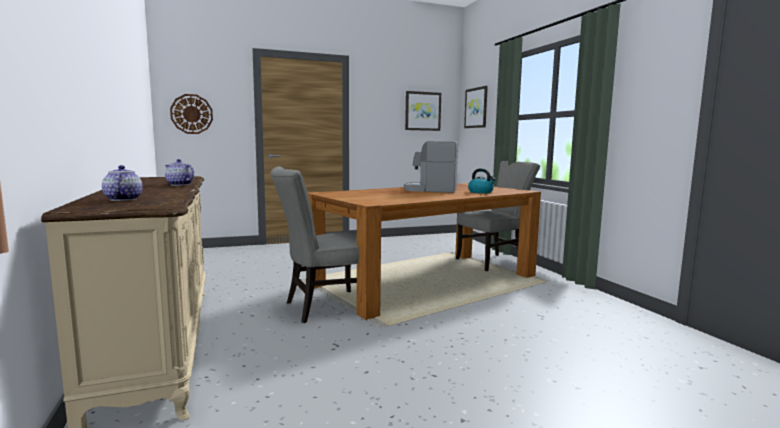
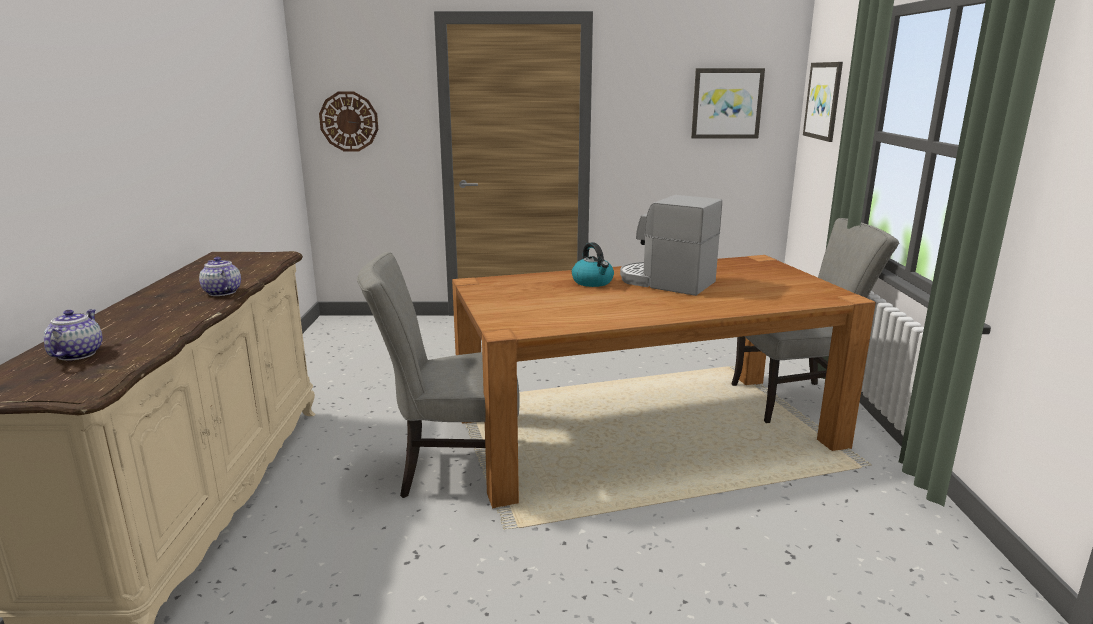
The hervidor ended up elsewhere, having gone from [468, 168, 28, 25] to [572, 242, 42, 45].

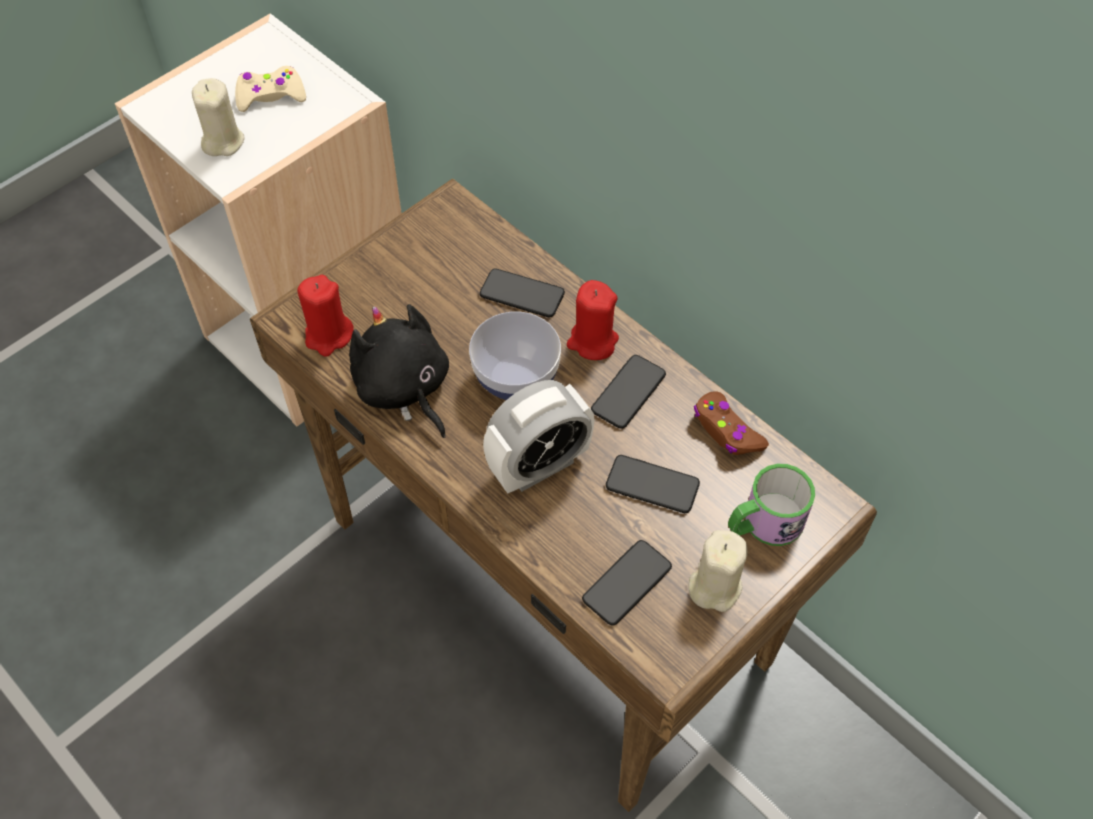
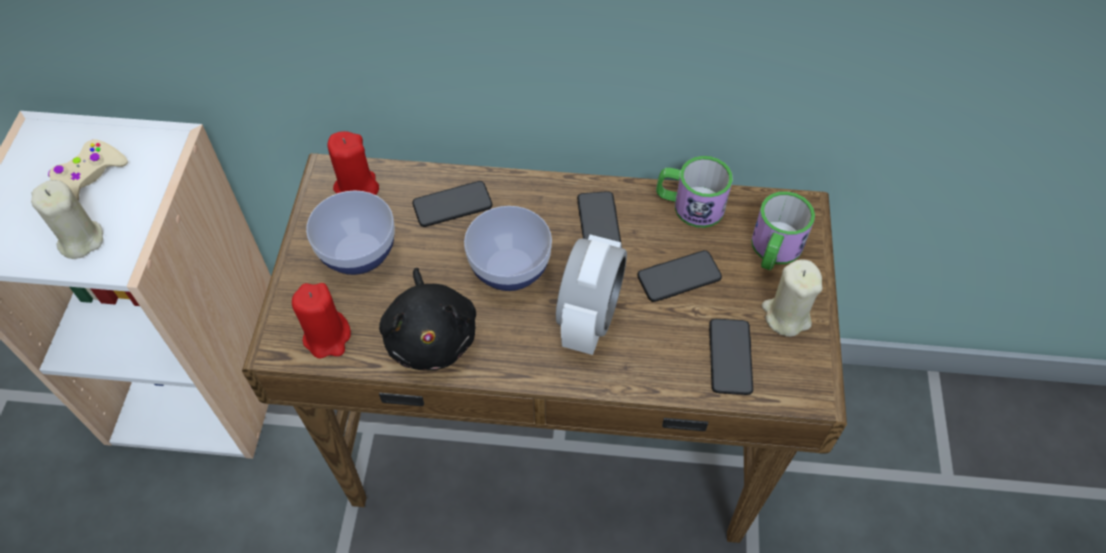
The vela [rojo] ended up elsewhere, having gone from [567, 280, 52, 80] to [328, 131, 51, 64].
The peluche [negro] at [349, 304, 100, 134] ended up facing another way, 120 degrees counterclockwise from before.
Where the mando de consola [marrón] stood at [694, 392, 75, 63], the taza grande came to stand at [656, 156, 77, 72].
The second view gained the cuenco at [306, 191, 89, 84].

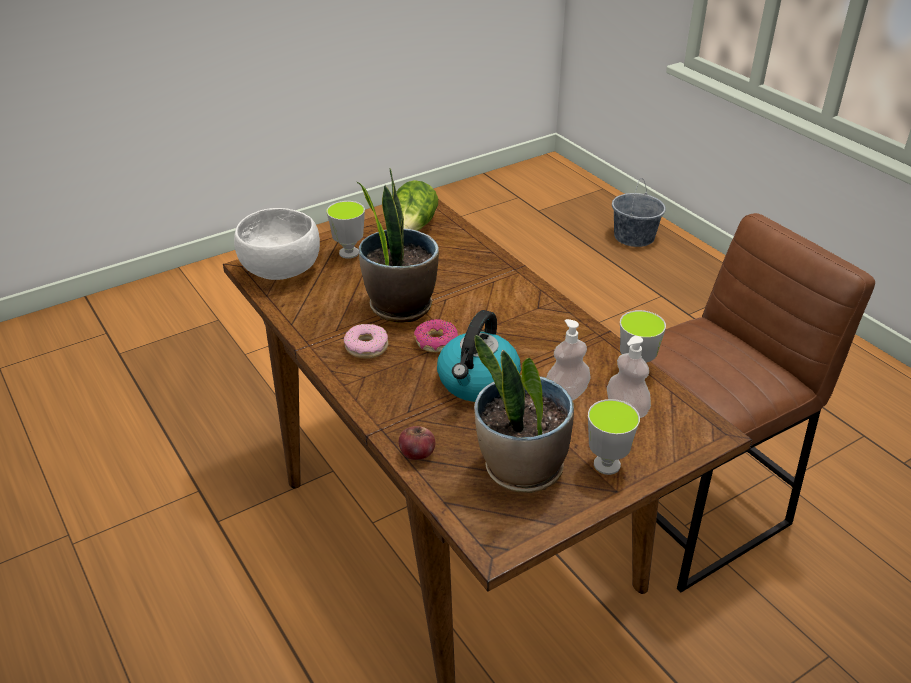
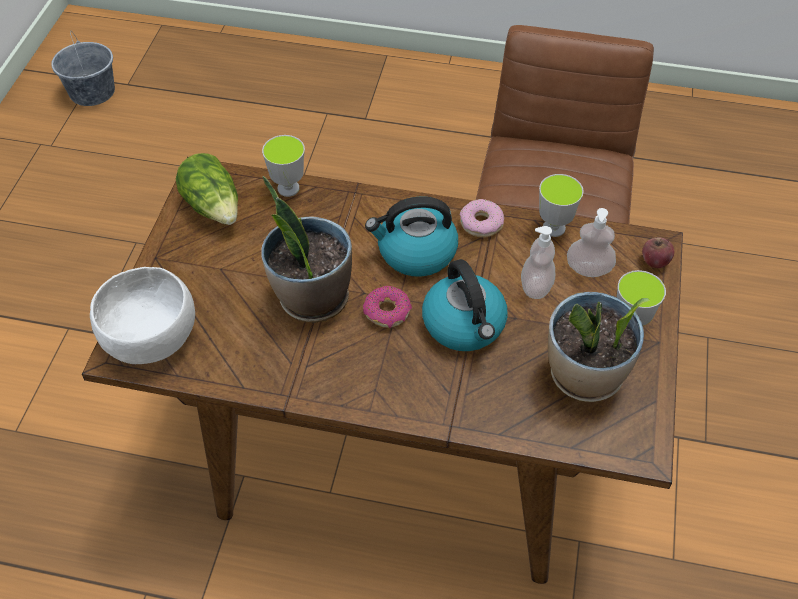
The cubo [gris] ended up elsewhere, having gone from [612, 178, 54, 69] to [51, 31, 64, 75].
The taza ended up elsewhere, having gone from [326, 201, 39, 58] to [262, 135, 43, 62].
The rosquilla ended up elsewhere, having gone from [344, 324, 44, 34] to [460, 199, 44, 38].
The manzana ended up elsewhere, having gone from [399, 426, 36, 34] to [642, 237, 32, 31].
The second view gained the hervidor at [365, 197, 93, 80].

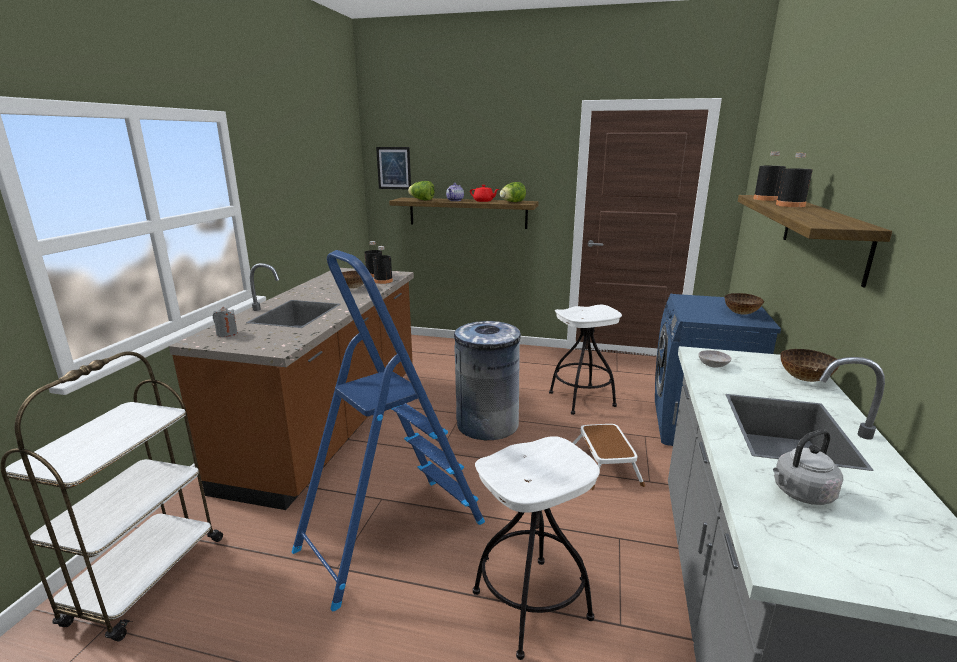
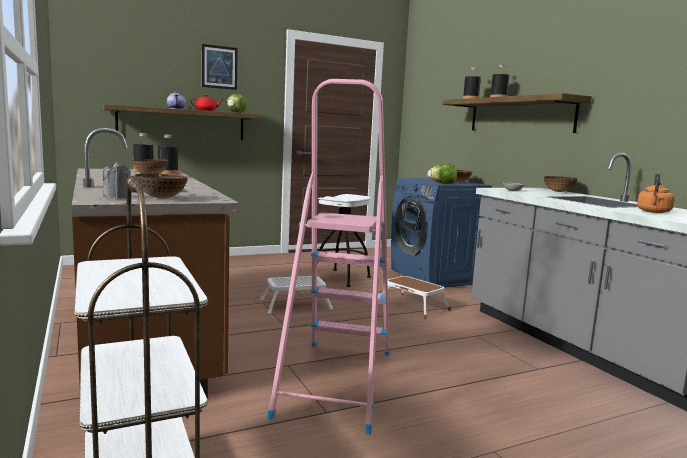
The cuadro ended up elsewhere, having gone from [376, 147, 35, 43] to [202, 44, 36, 46].
The lechuga ended up elsewhere, having gone from [408, 181, 27, 19] to [427, 163, 30, 21].
What was the escalera de tijera [azul] at [292, 250, 193, 361] turned into the escalera de tijera [rosa] at [267, 79, 122, 355].
Where the papelera [gris] stood at [454, 321, 67, 119], the escalera de tijera [blanco] came to stand at [260, 276, 73, 38].
What was the hervidor [gris] at [773, 429, 70, 76] turned into the hervidor [naranja] at [637, 173, 38, 40].
The second view lost the taburete [blanco] at [473, 436, 127, 224].
The second view gained the cuenco at [135, 174, 53, 25].

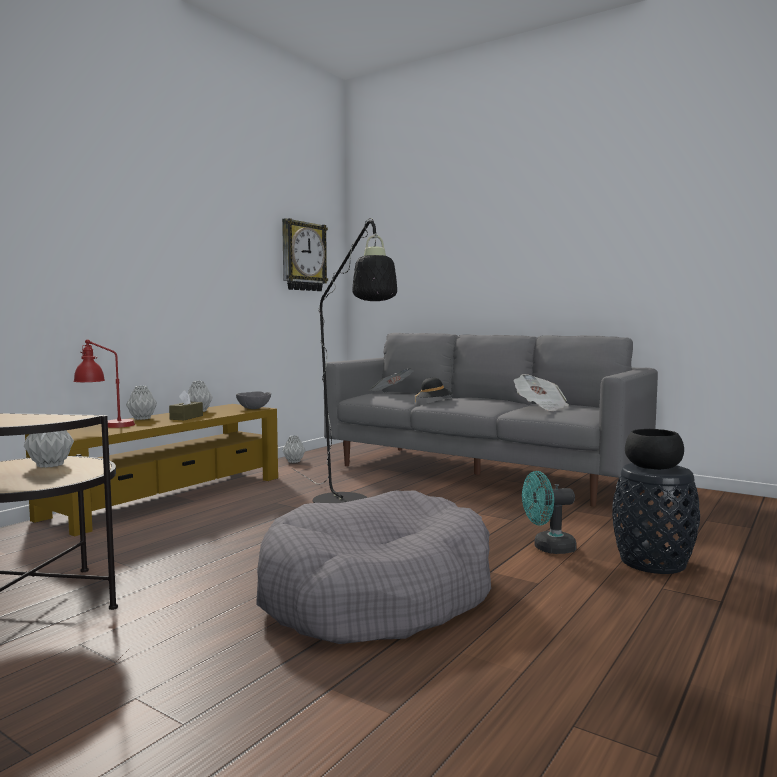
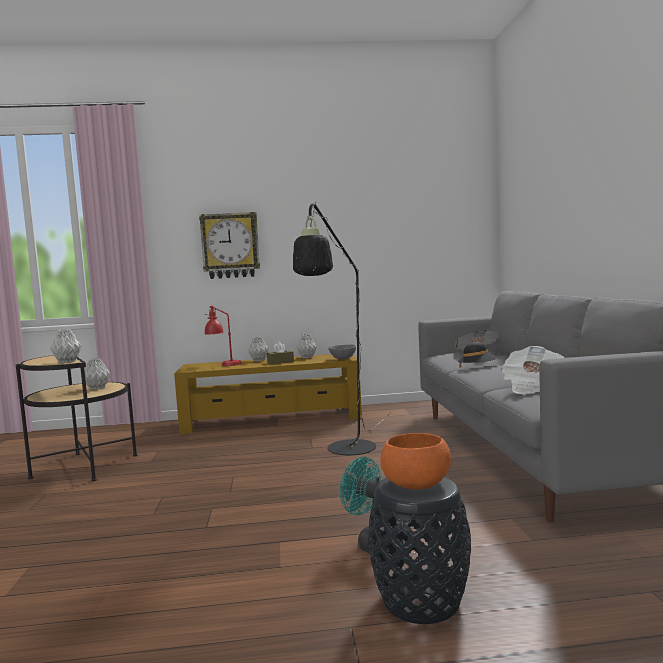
The reloj de pared ended up elsewhere, having gone from [282, 218, 46, 73] to [199, 212, 61, 67].
What was the cuenco [negro] at [625, 429, 59, 40] turned into the cuenco [naranja] at [380, 433, 71, 56].
The florero [gris] ended up elsewhere, having gone from [283, 436, 23, 27] to [50, 329, 32, 34].
The second view lost the cama para perro [gris] at [256, 491, 235, 153].

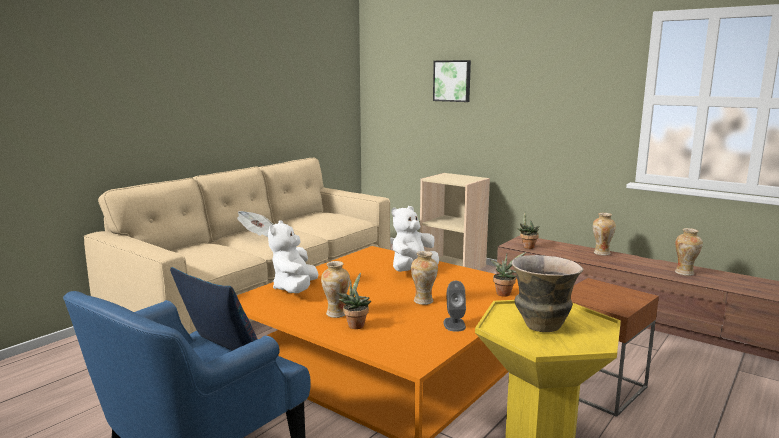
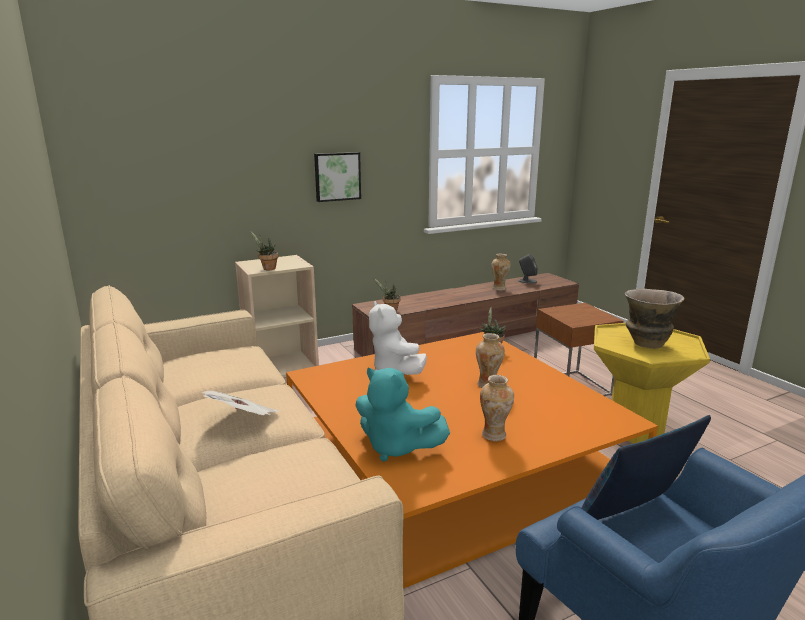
The cuadro ended up elsewhere, having gone from [433, 60, 38, 42] to [314, 152, 47, 50].
The second view lost the florero at [593, 213, 23, 43].
What was the peluche [blanco] at [268, 220, 51, 73] turned into the peluche [turquesa] at [355, 368, 95, 94].
The planta en maceta ended up elsewhere, having gone from [337, 273, 34, 56] to [250, 231, 28, 39].
The altavoz [gris] ended up elsewhere, having gone from [443, 281, 23, 51] to [518, 254, 20, 30].

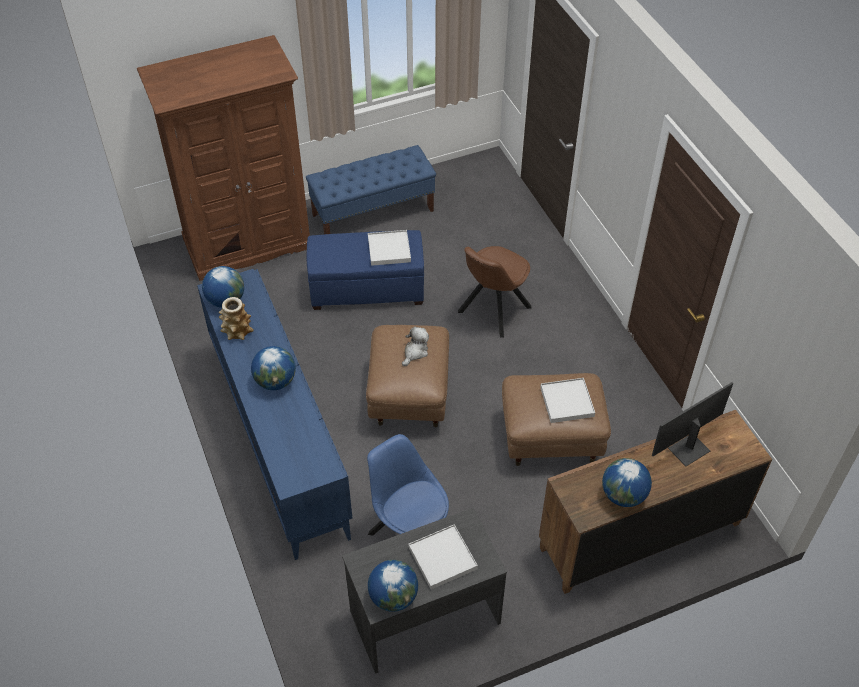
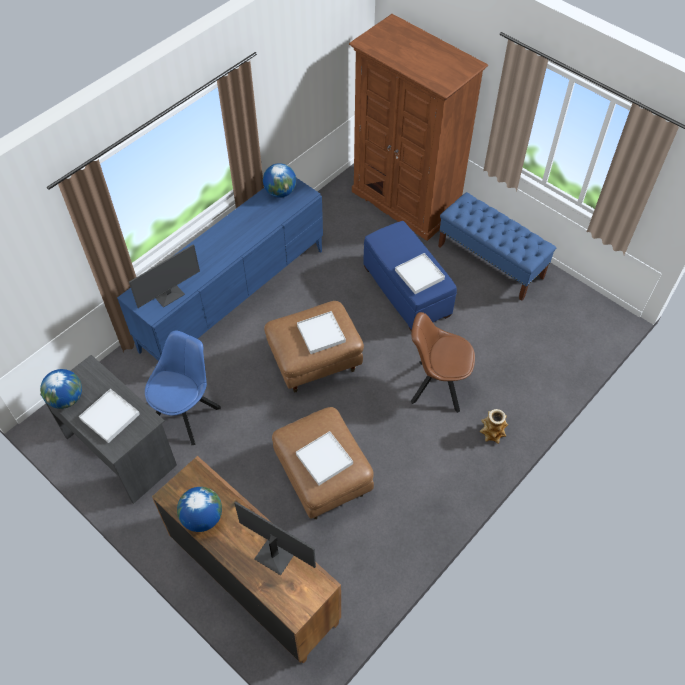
The florero ended up elsewhere, having gone from [219, 297, 35, 43] to [480, 409, 28, 35].
Where the peluche stood at [402, 326, 27, 40], the bandeja [blanco] came to stand at [297, 311, 49, 43].
The second view lost the globo terráqueo at [251, 346, 45, 44].
The second view gained the monitor at [129, 244, 71, 64].

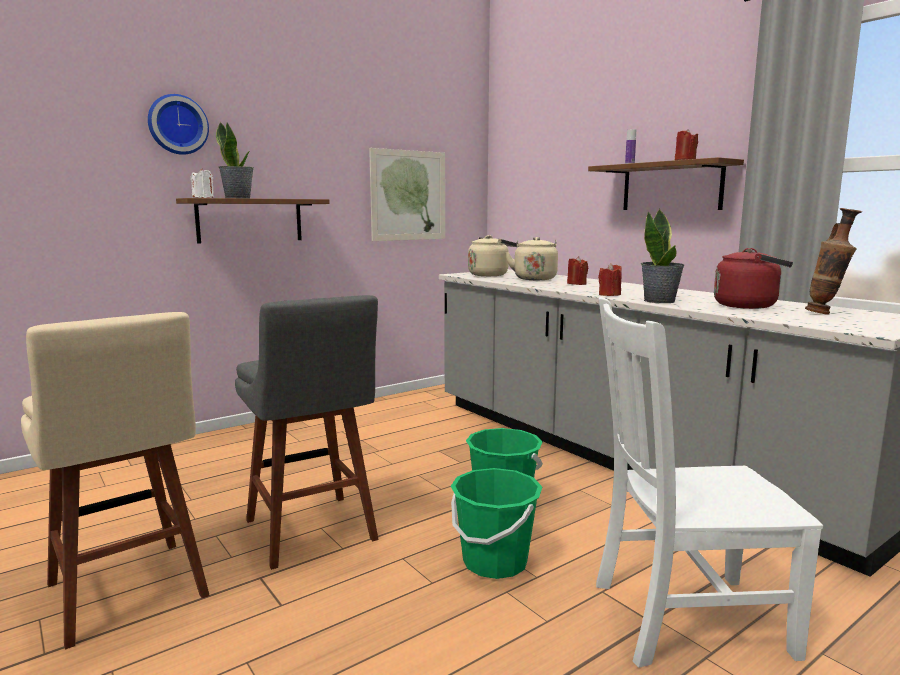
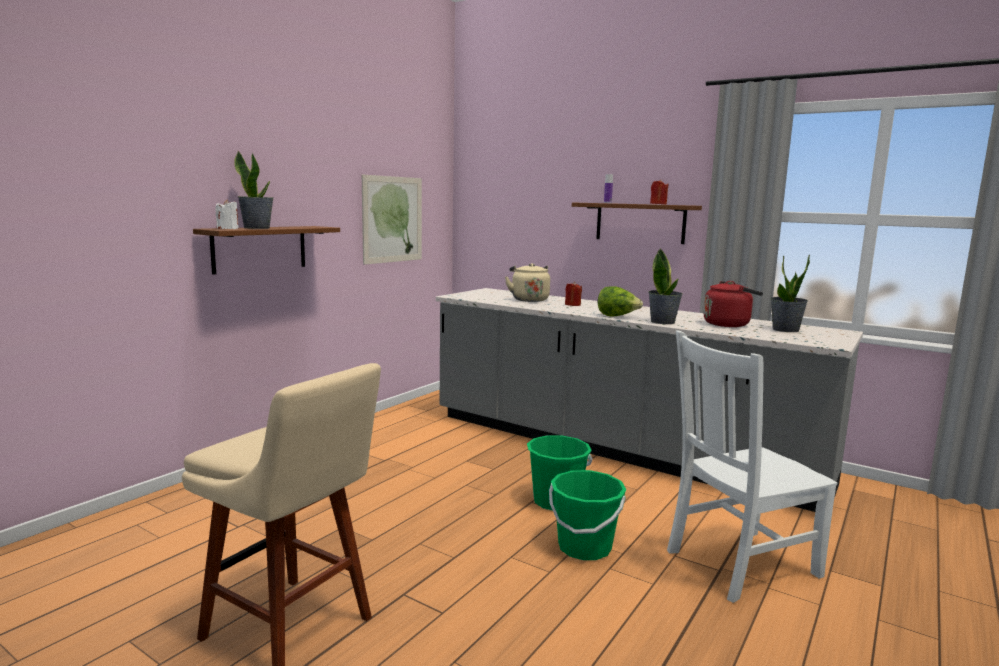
The second view lost the reloj de pared at [148, 94, 61, 61].
Where the florero stood at [805, 208, 57, 107], the planta en maceta came to stand at [771, 254, 39, 78].
The second view lost the hervidor [beis] at [468, 235, 48, 41].
Where the vela [rojo] stood at [598, 263, 24, 33], the lechuga came to stand at [598, 286, 45, 31].
The second view lost the taburete [gris] at [235, 295, 144, 275].

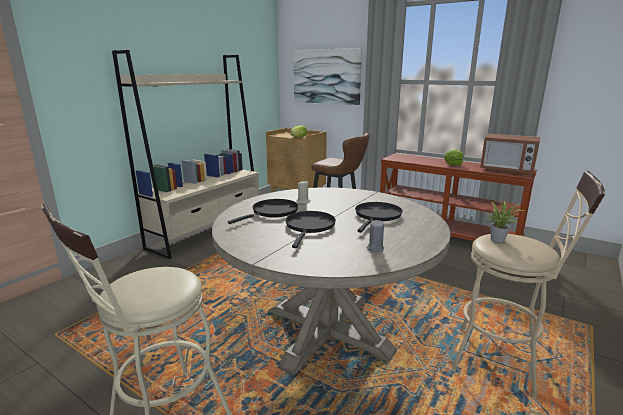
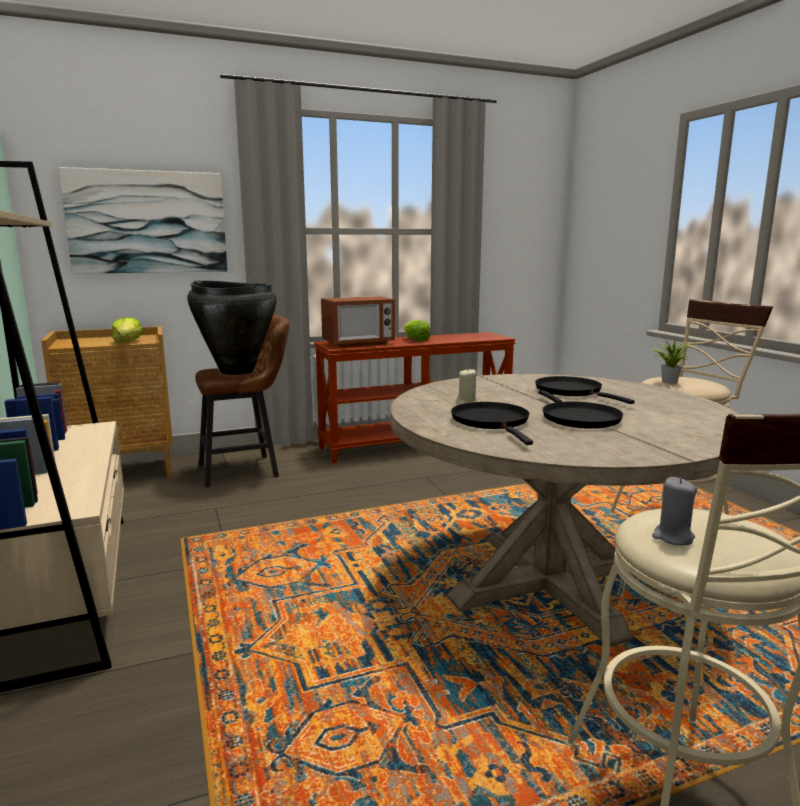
The microondas ended up elsewhere, having gone from [480, 133, 60, 42] to [321, 296, 74, 51].
The sartén [negro] at [285, 211, 51, 37] ended up facing another way, 150 degrees counterclockwise from before.
The vela [gris] ended up elsewhere, having gone from [367, 220, 17, 32] to [652, 477, 45, 69].
The second view gained the florero [negro] at [187, 280, 90, 95].

